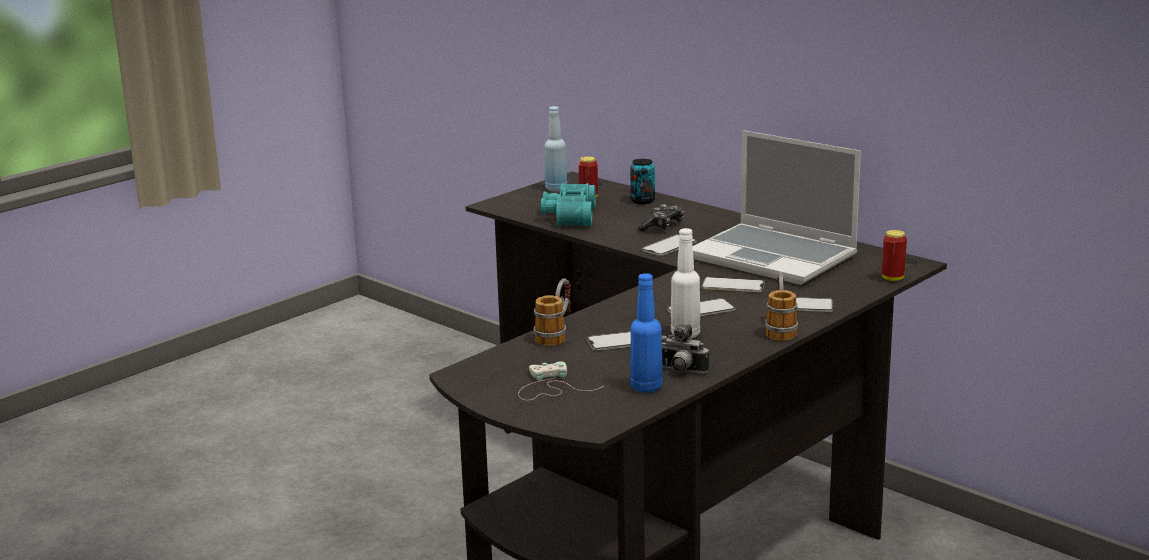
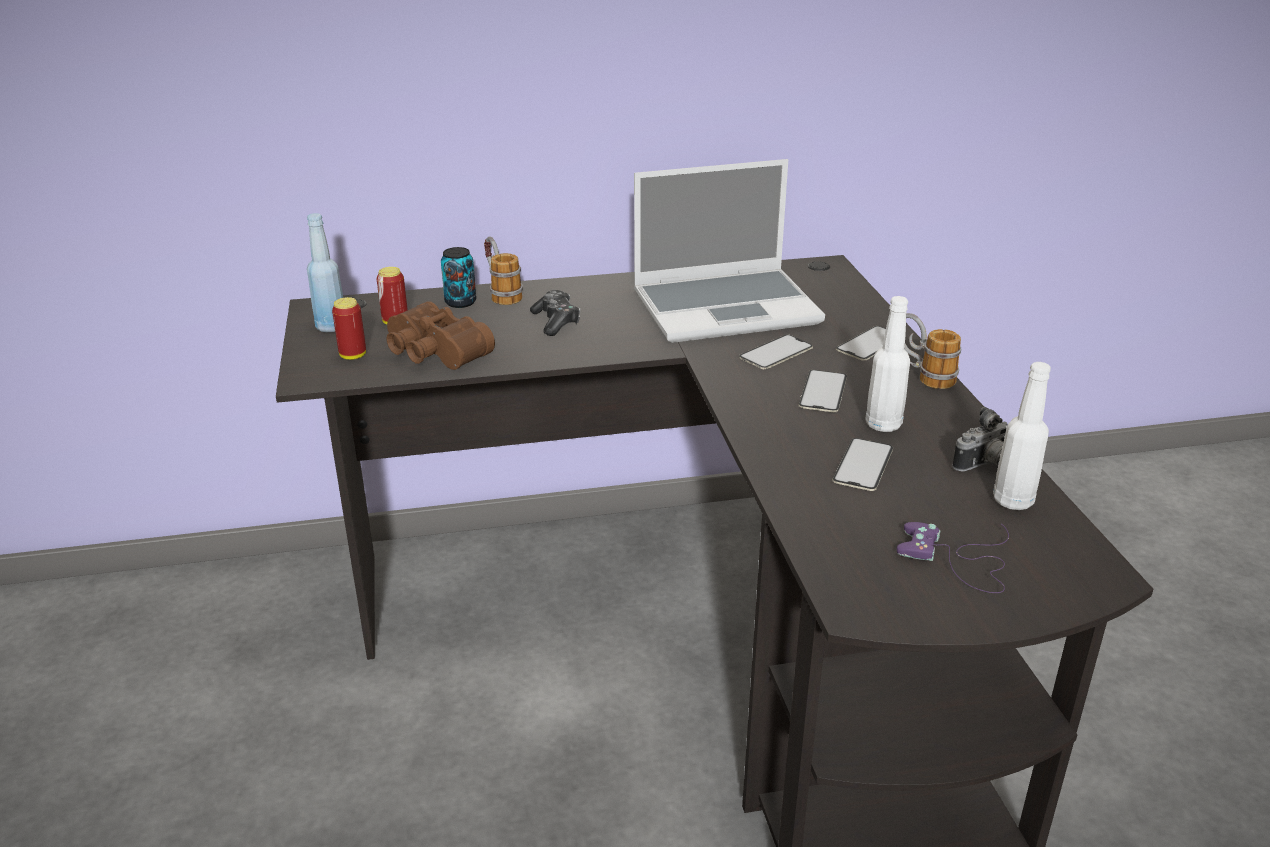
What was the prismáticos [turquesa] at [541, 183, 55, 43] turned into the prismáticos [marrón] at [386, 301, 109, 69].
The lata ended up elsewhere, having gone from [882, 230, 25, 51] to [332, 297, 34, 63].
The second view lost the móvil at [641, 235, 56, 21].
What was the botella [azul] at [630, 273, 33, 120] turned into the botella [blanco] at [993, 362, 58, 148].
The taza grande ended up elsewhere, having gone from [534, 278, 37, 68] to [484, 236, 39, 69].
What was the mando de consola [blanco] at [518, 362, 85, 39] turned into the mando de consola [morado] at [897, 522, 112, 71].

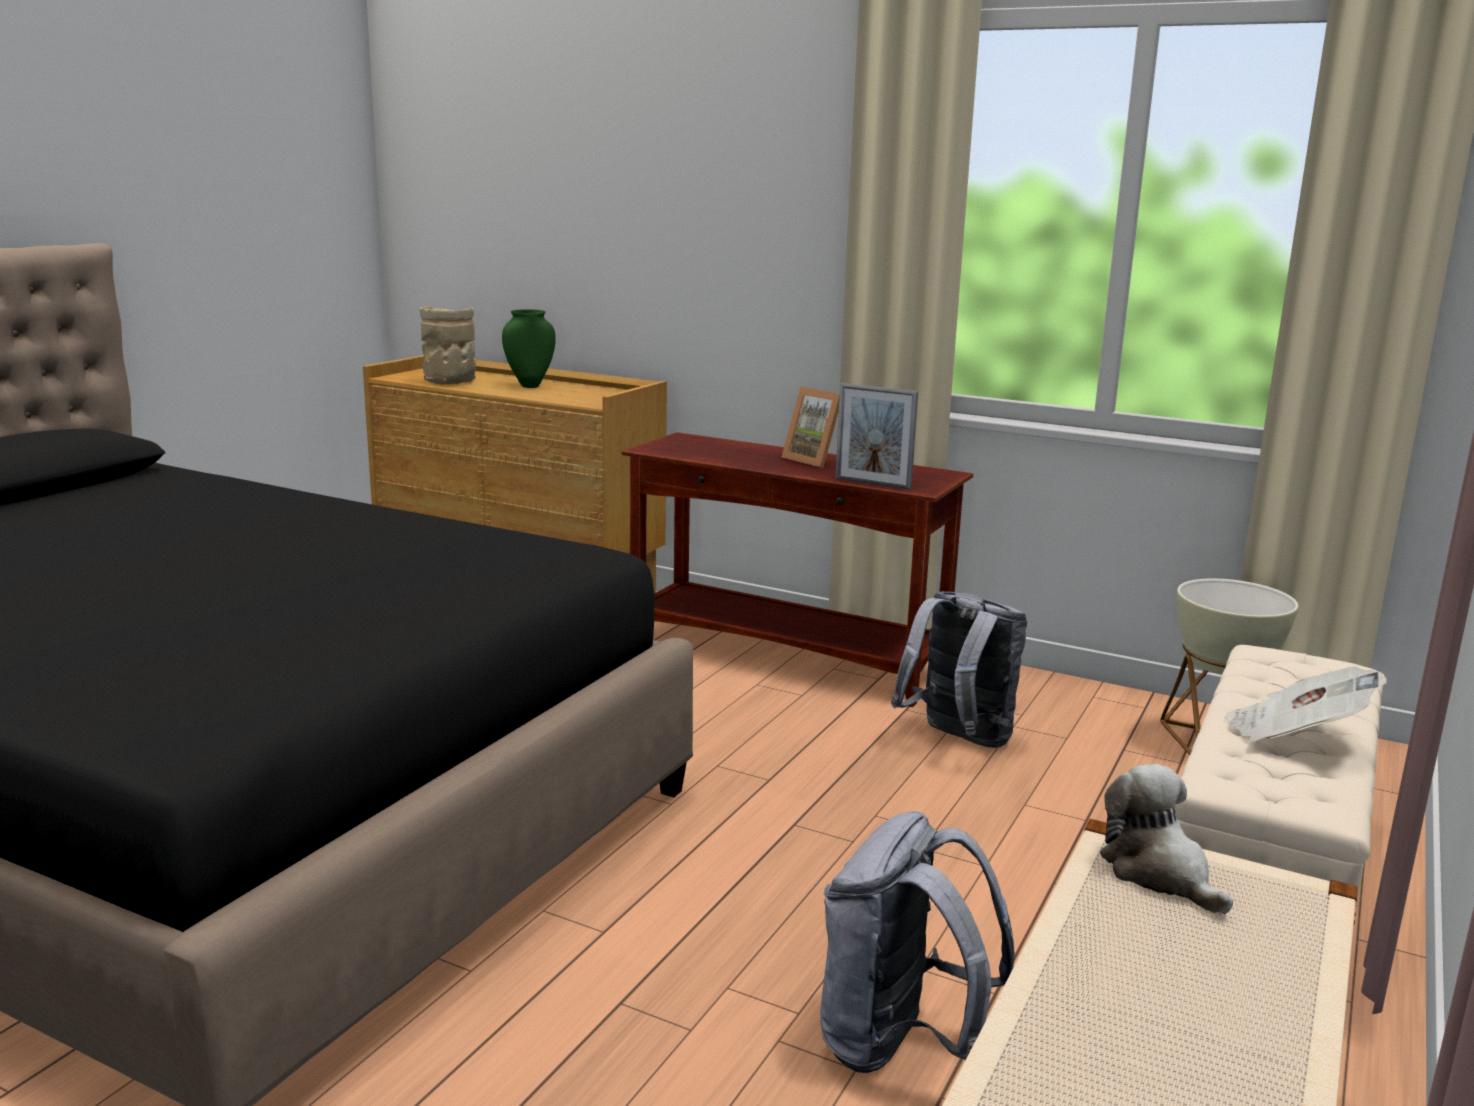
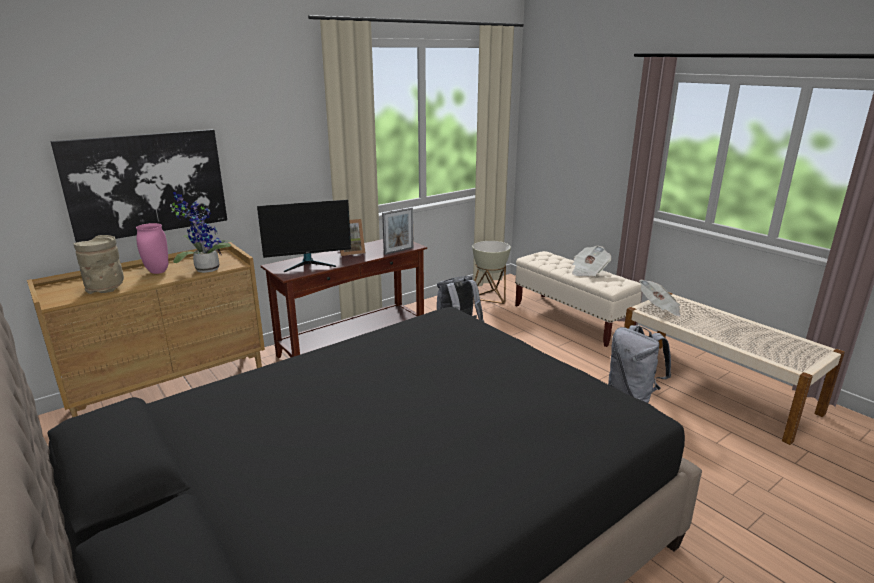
What was the florero [verde] at [502, 309, 54, 79] turned into the florero [rosa] at [136, 223, 32, 51].
Where the peluche stood at [1100, 764, 133, 150], the periódico came to stand at [639, 279, 41, 38].
The second view gained the cuadro at [51, 129, 176, 113].
The second view gained the planta en maceta at [170, 192, 63, 81].
The second view gained the monitor at [257, 200, 94, 72].

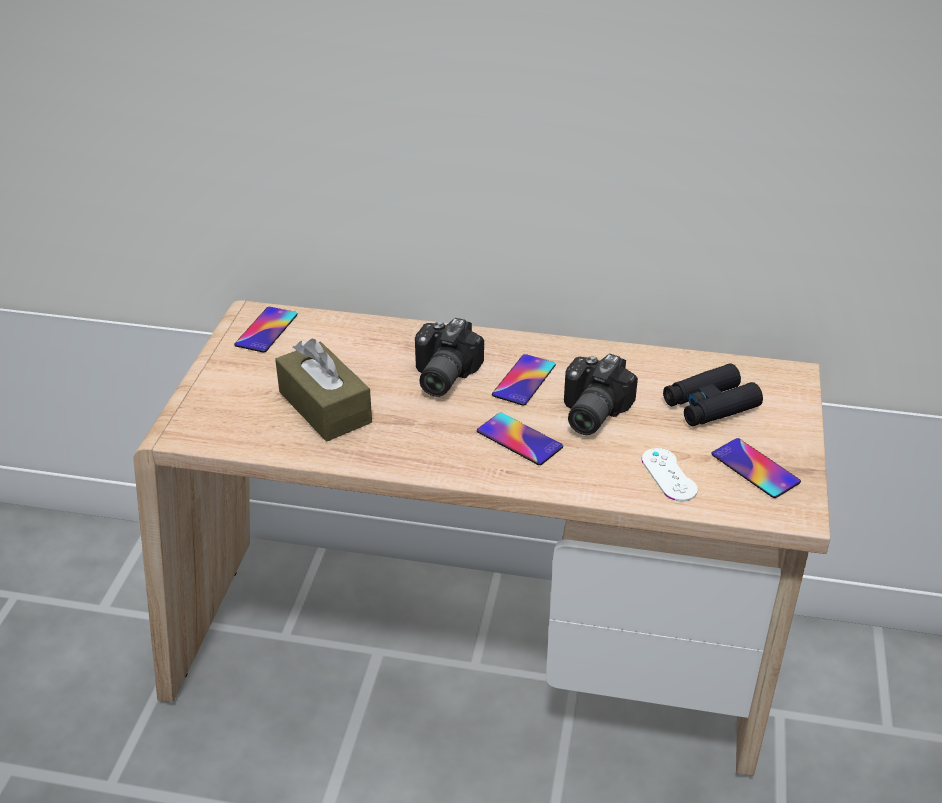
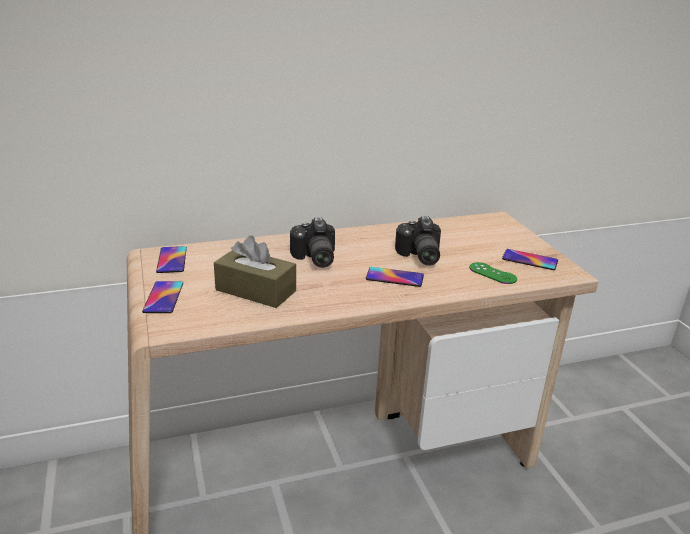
The móvil ended up elsewhere, having gone from [492, 354, 64, 52] to [142, 281, 41, 32].
The second view lost the prismáticos [negro] at [663, 363, 100, 63].
What was the mando de consola [blanco] at [642, 448, 56, 53] turned into the mando de consola [verde] at [469, 262, 48, 22].

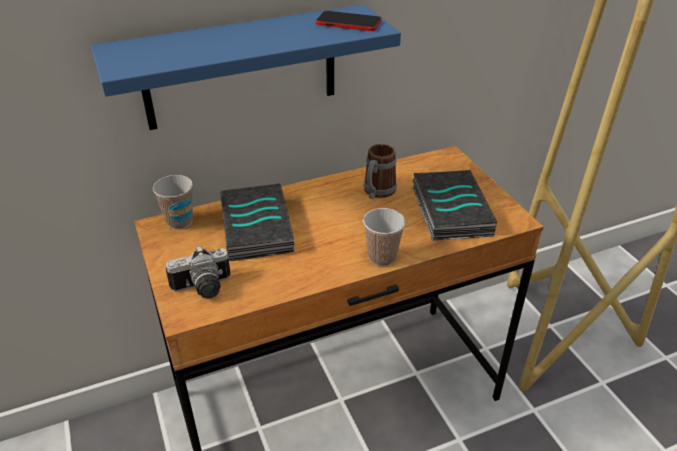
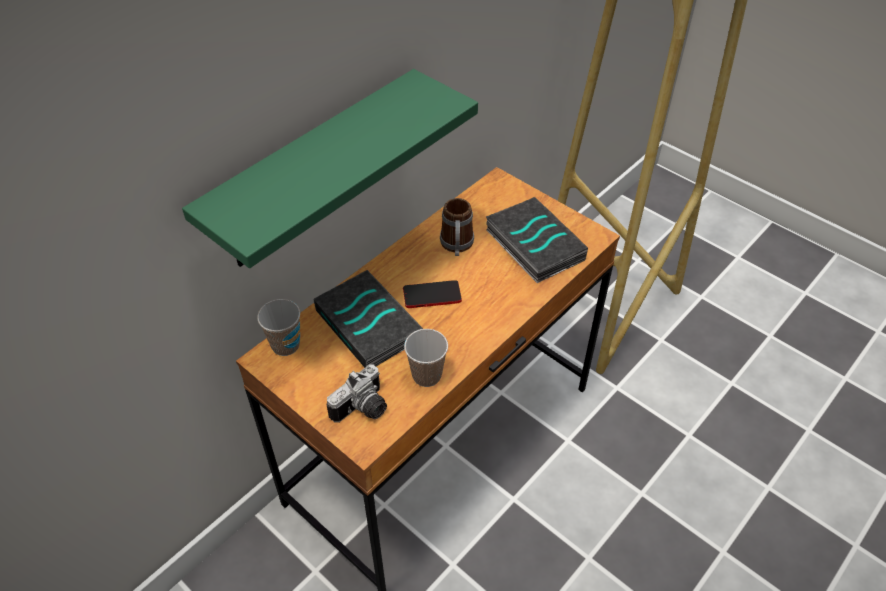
What was the estante [azul] at [91, 5, 310, 125] turned into the estante [verde] at [182, 69, 296, 199].
The móvil ended up elsewhere, having gone from [316, 11, 66, 20] to [403, 280, 59, 28].
The taza ended up elsewhere, having gone from [363, 208, 42, 58] to [404, 329, 44, 58].

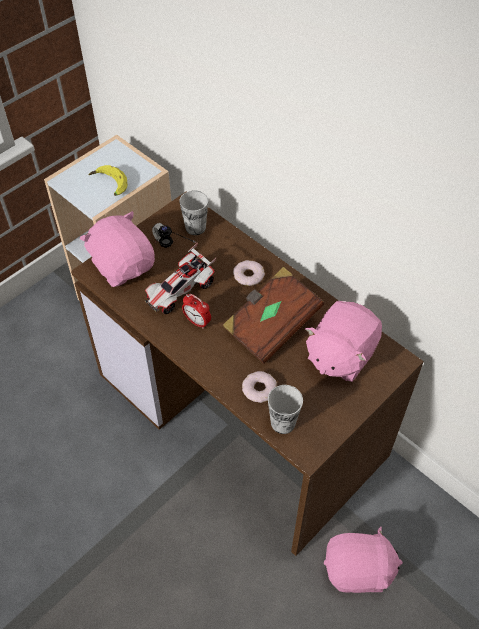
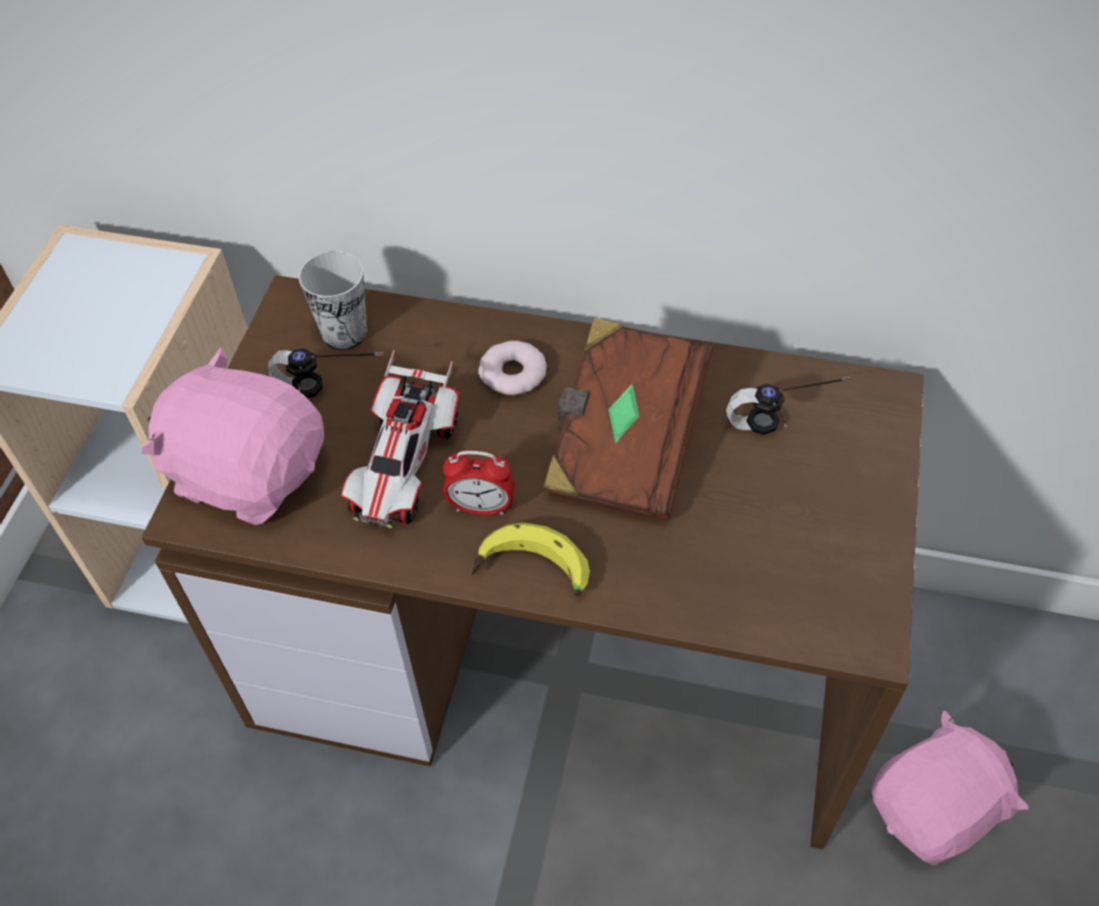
The plátano ended up elsewhere, having gone from [88, 165, 40, 31] to [472, 523, 118, 73].
Where the peluche [rosa] stood at [305, 301, 77, 81], the auriculares came to stand at [726, 377, 124, 58].
The second view lost the rosquilla at [242, 371, 35, 32].
The second view lost the taza at [268, 385, 35, 49].

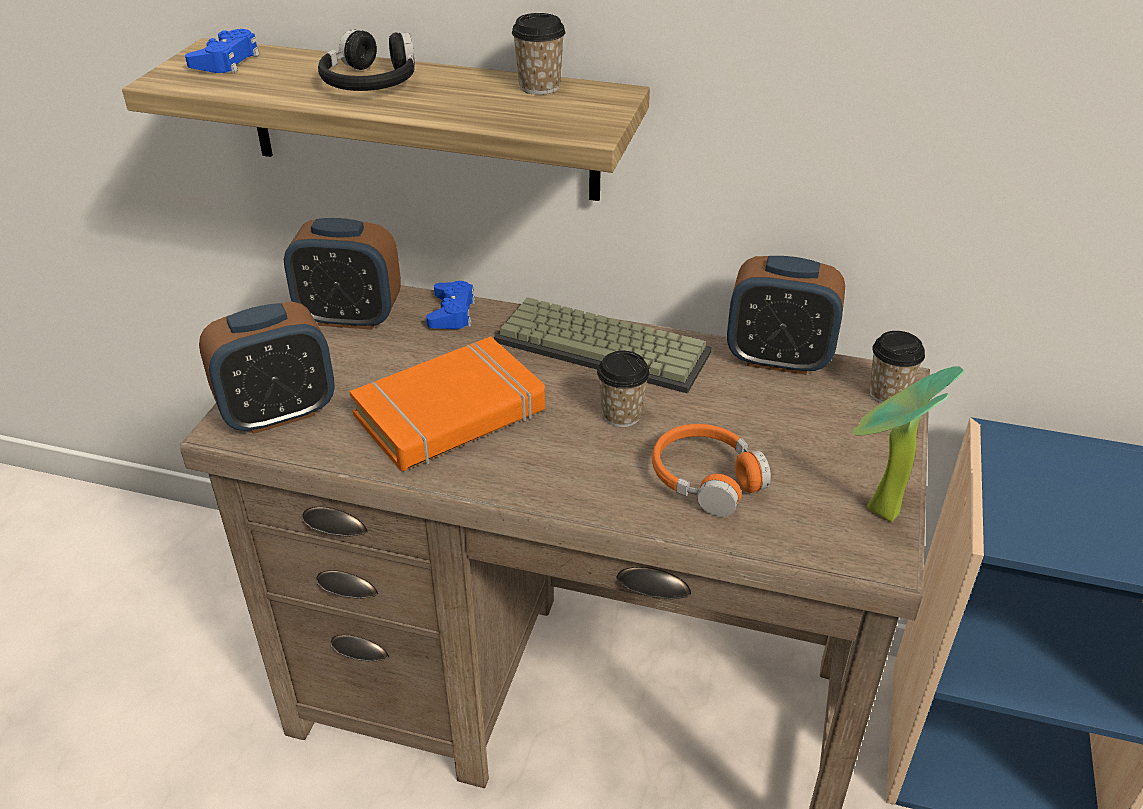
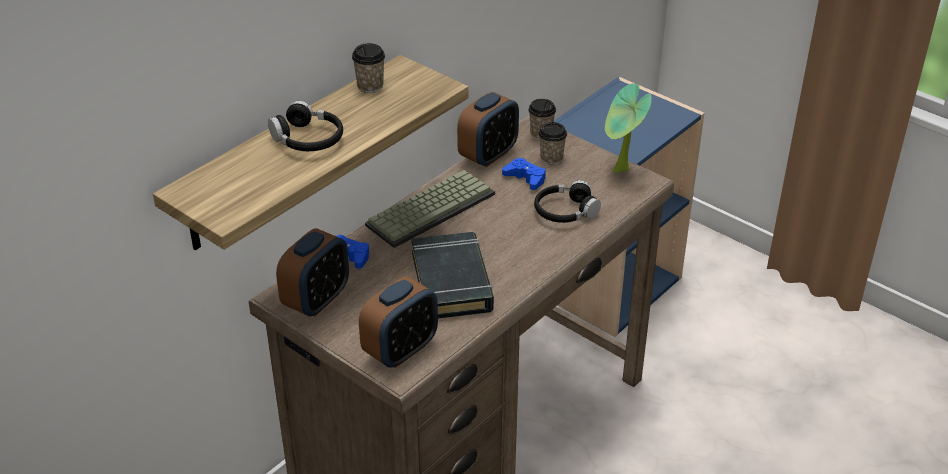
The mando de consola [azul] ended up elsewhere, having gone from [185, 29, 75, 44] to [502, 158, 44, 32].
The despertador at [199, 302, 136, 132] ended up facing another way, 45 degrees clockwise from before.
What was the libro [naranja] at [349, 336, 196, 135] turned into the libro [negro] at [412, 232, 82, 86].
The taza ended up elsewhere, having gone from [597, 351, 53, 76] to [539, 122, 28, 43].
What was the auriculares [naranja] at [652, 424, 119, 93] turned into the auriculares [negro] at [534, 180, 67, 43].

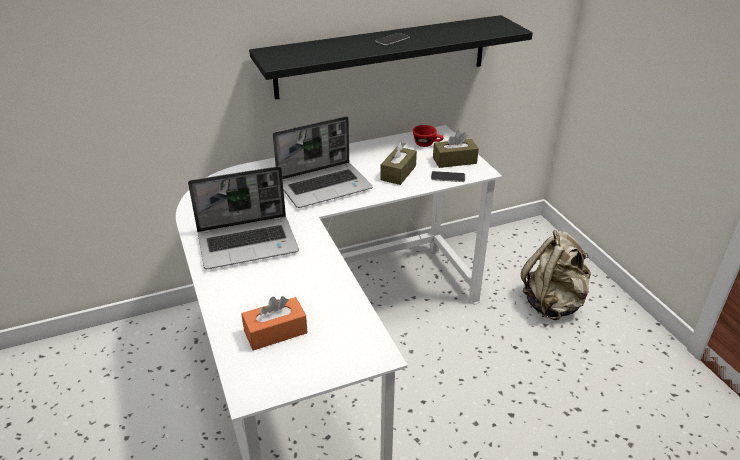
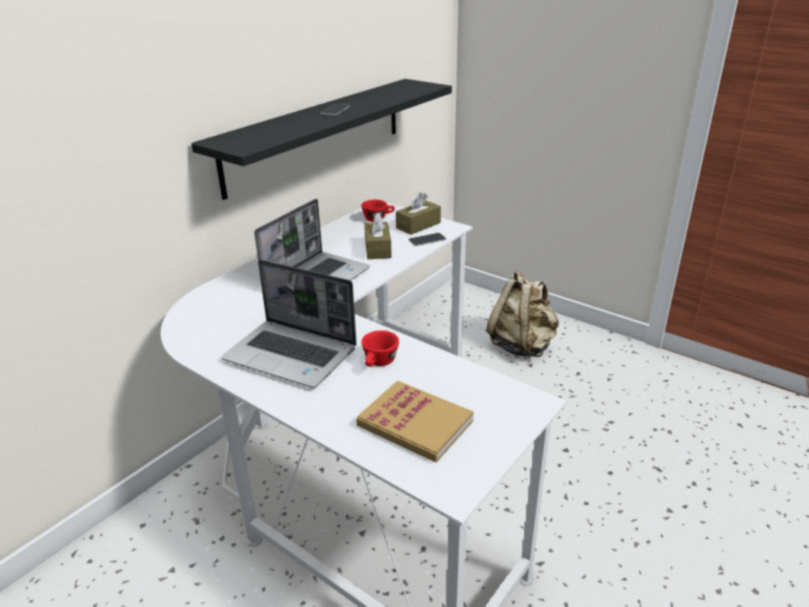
The portátil at [188, 166, 111, 103] ended up facing another way, 75 degrees clockwise from before.
Where the caja de pañuelos [naranja] stood at [242, 296, 66, 55], the libro came to stand at [356, 381, 118, 82].
The second view gained the taza [rojo] at [361, 330, 38, 37].

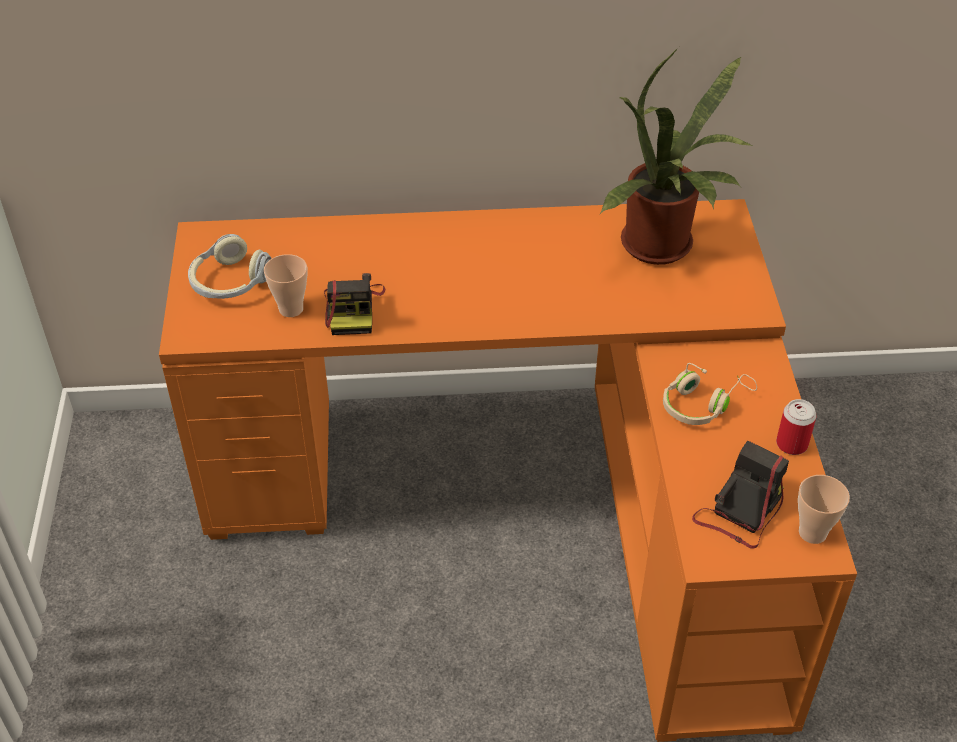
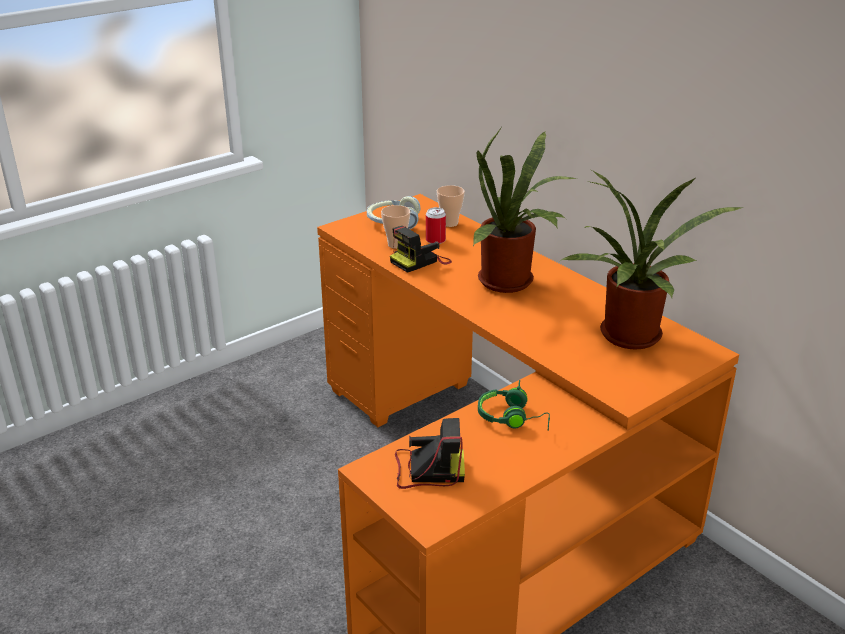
What was the auriculares [beis] at [663, 363, 94, 62] turned into the auriculares [verde] at [478, 380, 72, 50].
The lata ended up elsewhere, having gone from [776, 399, 41, 56] to [426, 207, 20, 37].
The taza ended up elsewhere, having gone from [798, 475, 52, 69] to [437, 185, 28, 42].
The second view gained the planta en maceta at [473, 128, 104, 165].

